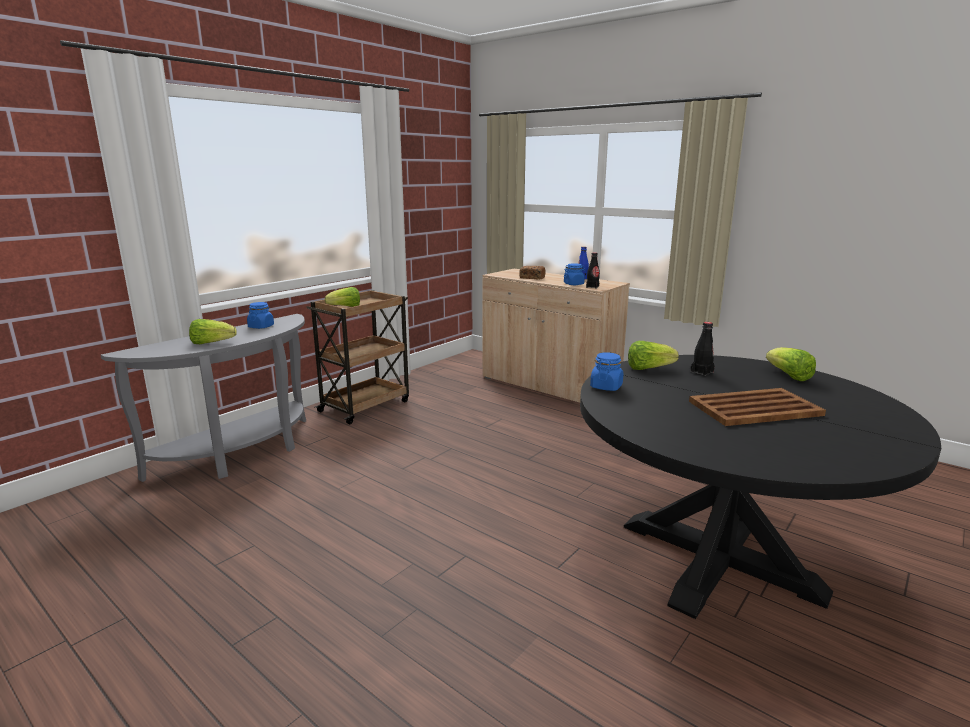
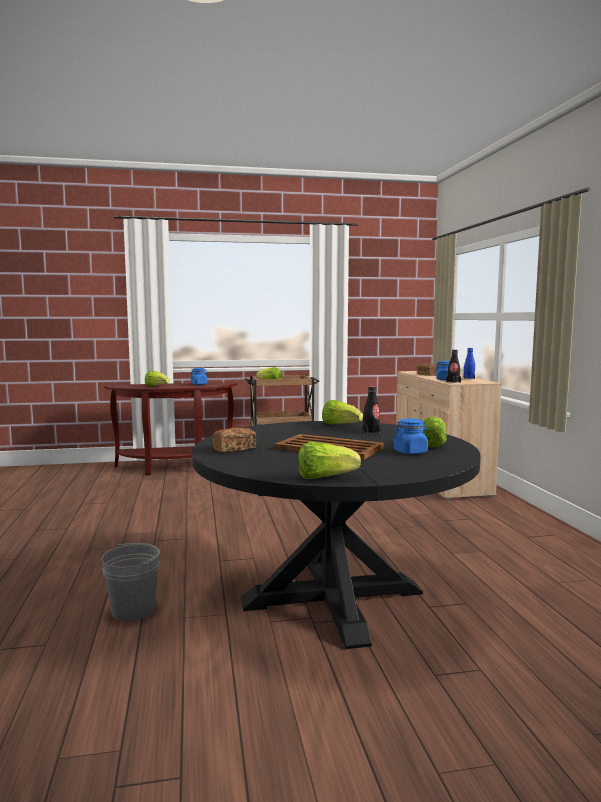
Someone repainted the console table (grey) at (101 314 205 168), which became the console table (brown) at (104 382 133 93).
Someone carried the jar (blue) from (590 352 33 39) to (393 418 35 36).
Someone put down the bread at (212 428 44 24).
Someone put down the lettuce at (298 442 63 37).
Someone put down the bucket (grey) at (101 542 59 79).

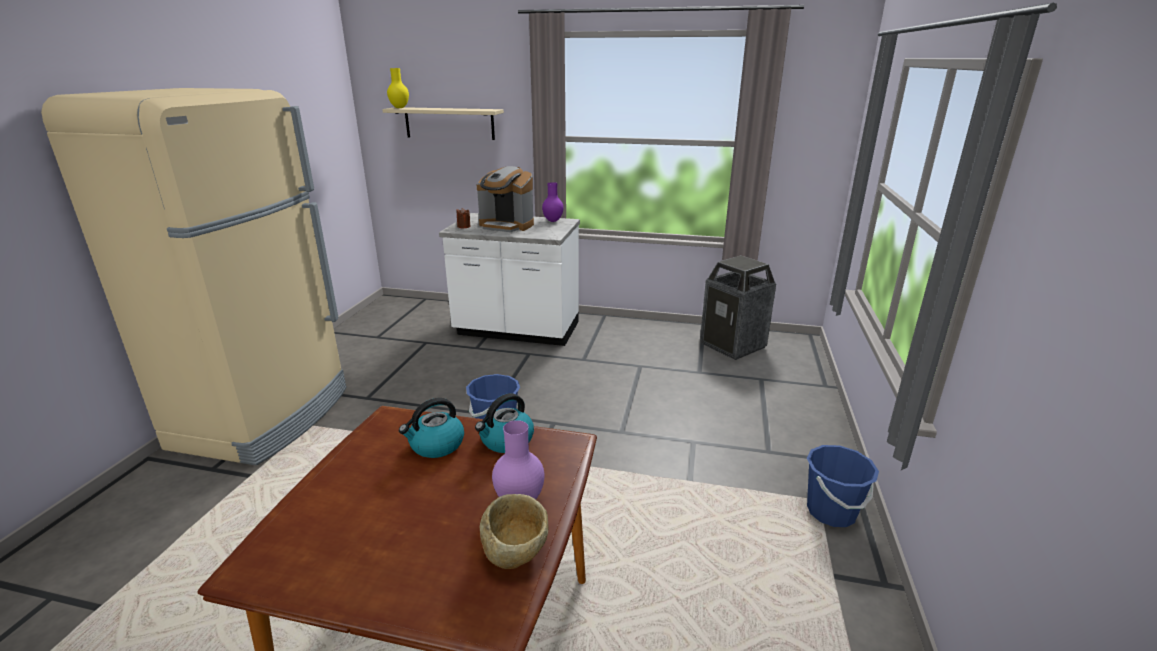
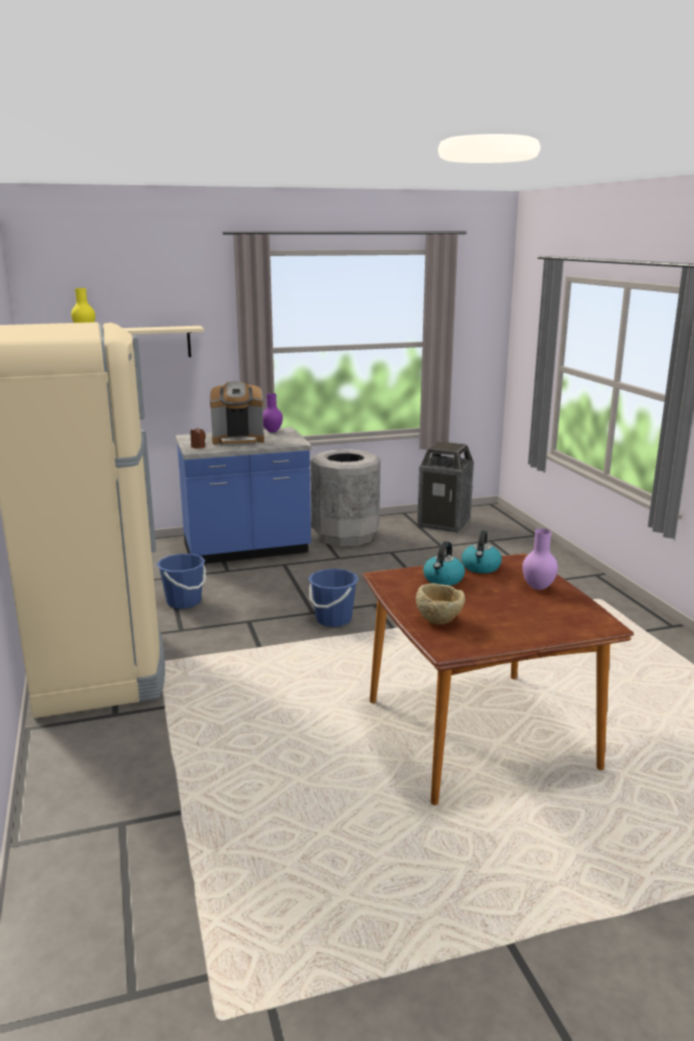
Someone repainted the counter (white) at (439 213 141 133), which became the counter (blue) at (175 427 137 137).
Someone carried the bucket (blue) from (807 445 72 82) to (156 554 50 55).
Someone carried the bowl (beige) from (480 494 68 75) to (416 583 49 42).
Someone put down the trash can (grey) at (311 449 69 98).

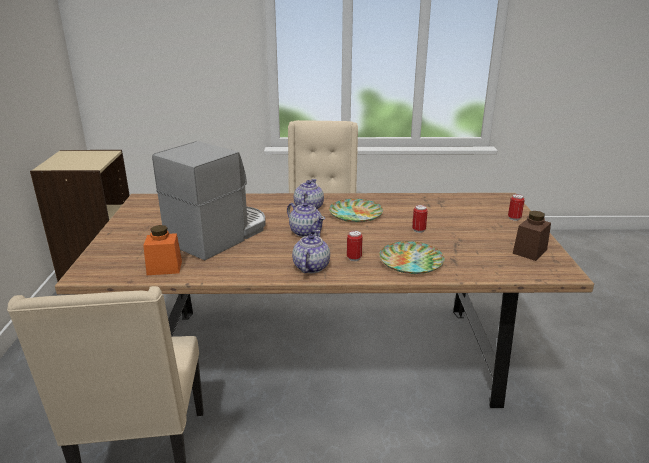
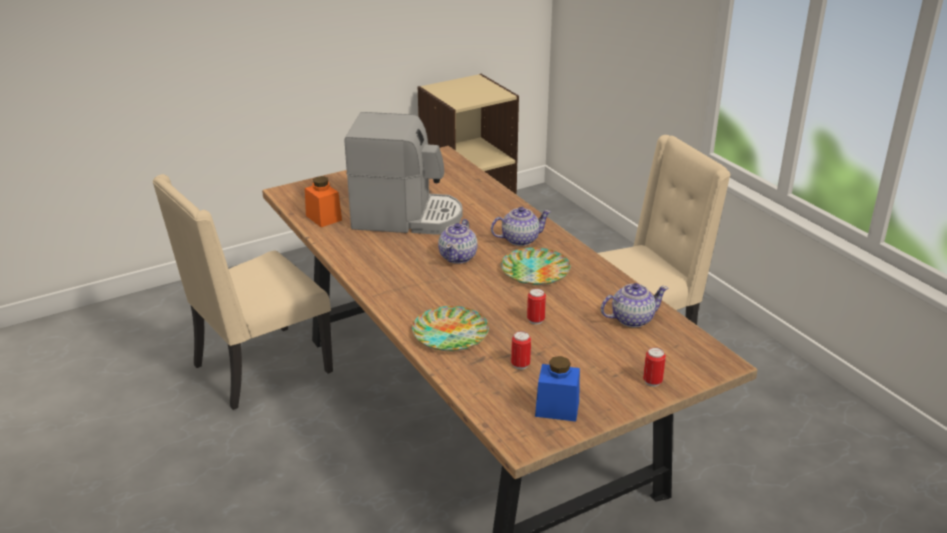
Someone repainted the jar (brown) at (513 211 38 50), which became the jar (blue) at (535 356 45 66).
Someone carried the teapot from (292 230 38 43) to (601 283 67 45).
Someone carried the can from (347 230 16 31) to (511 331 20 39).

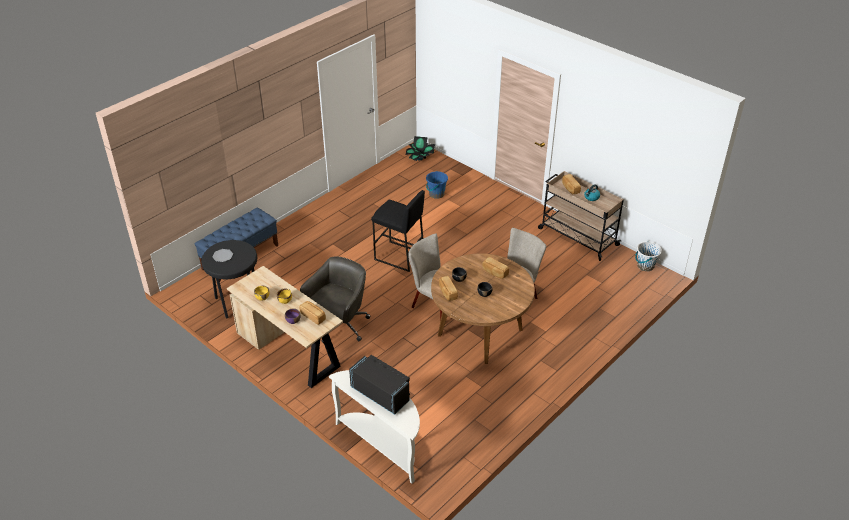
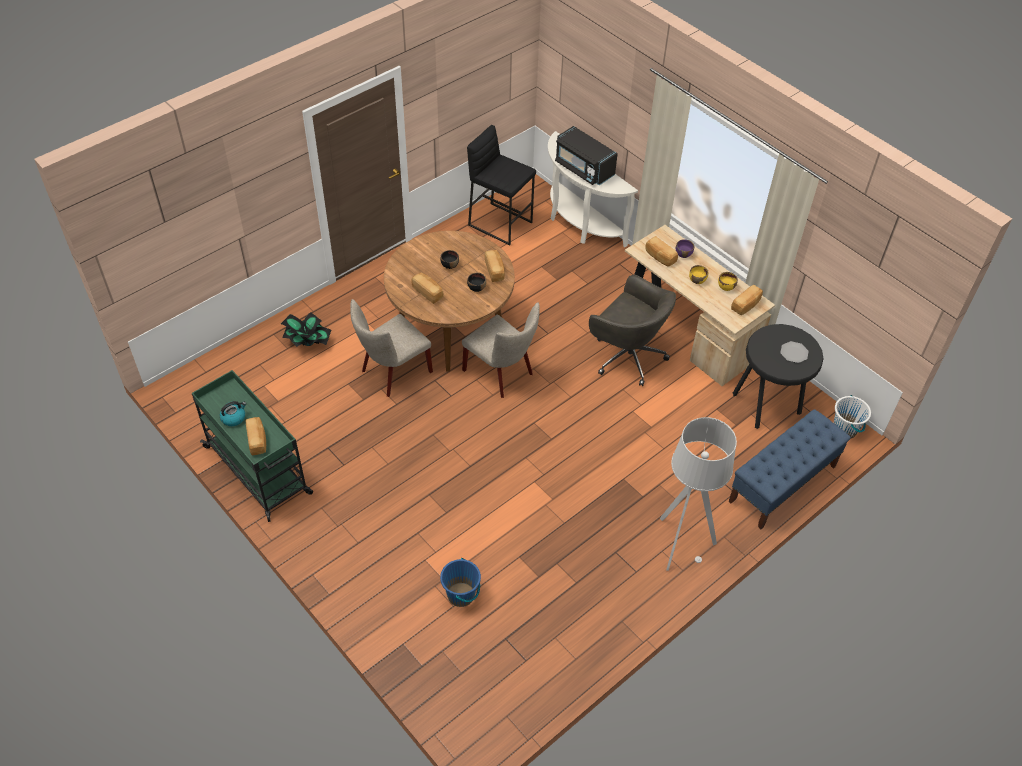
Someone carried the potted plant from (405 136 30 25) to (281 312 50 35).
Someone repainted the cart (beige) at (538 171 86 90), which became the cart (green) at (192 370 121 152).
Someone carried the stool (black) from (371 190 54 82) to (467 125 69 120).
Someone carried the bucket (white) from (635 241 27 30) to (834 395 37 43).
Someone rotated the office chair (grey) at (300 257 70 87) by 90 degrees counterclockwise.
Someone put down the bread at (731 285 32 30).
Someone put down the floor lamp (grey) at (660 417 77 154).

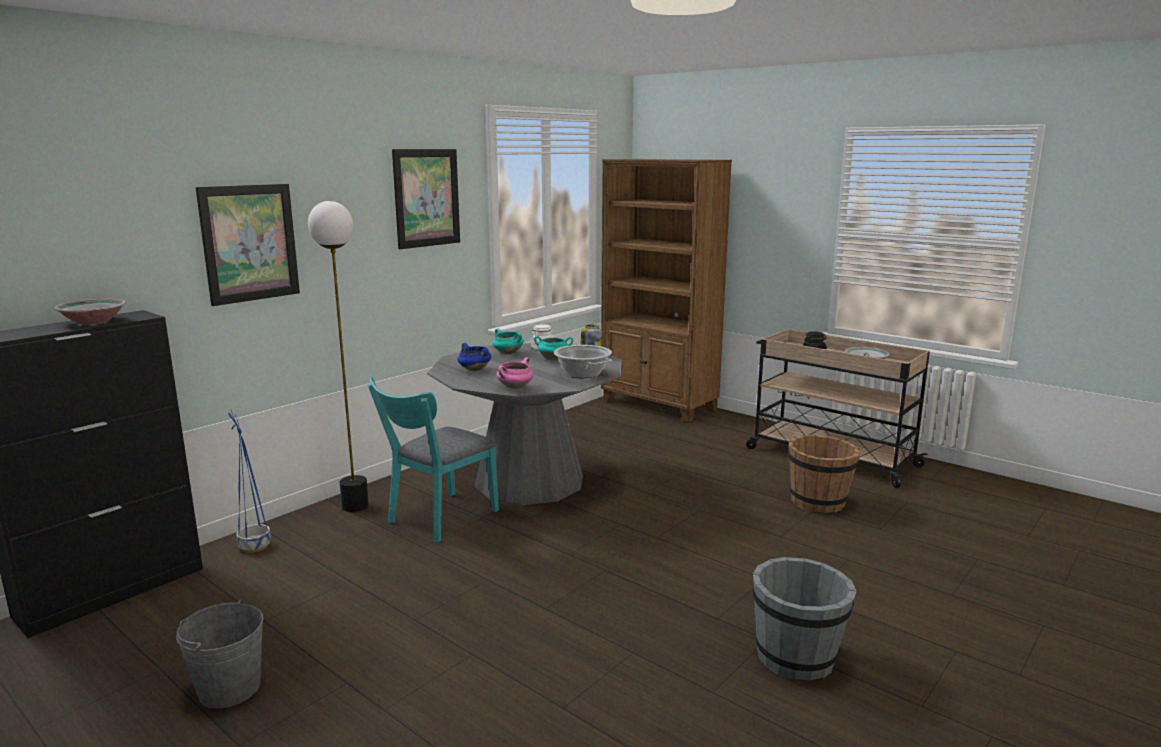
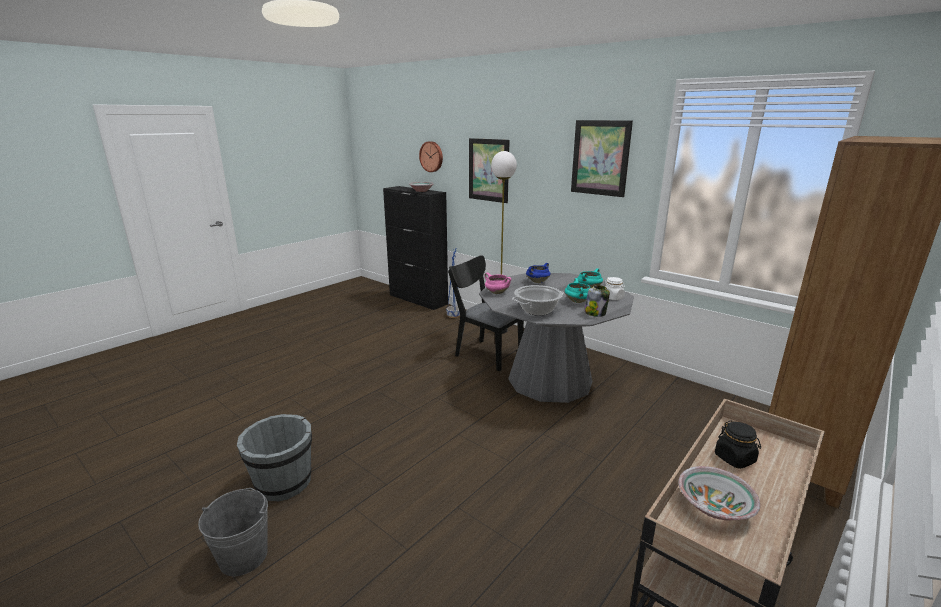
Someone repainted the chair (turquoise) at (368 376 131 167), which became the chair (black) at (448 255 76 116).
Someone took away the bucket (brown) at (788 435 72 78).
Someone carried the bucket (grey) from (176 600 87 109) to (198 488 70 88).
Someone put up the wall clock at (419 141 24 31).

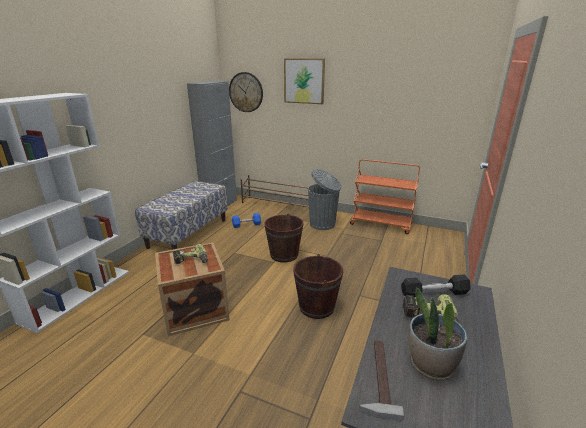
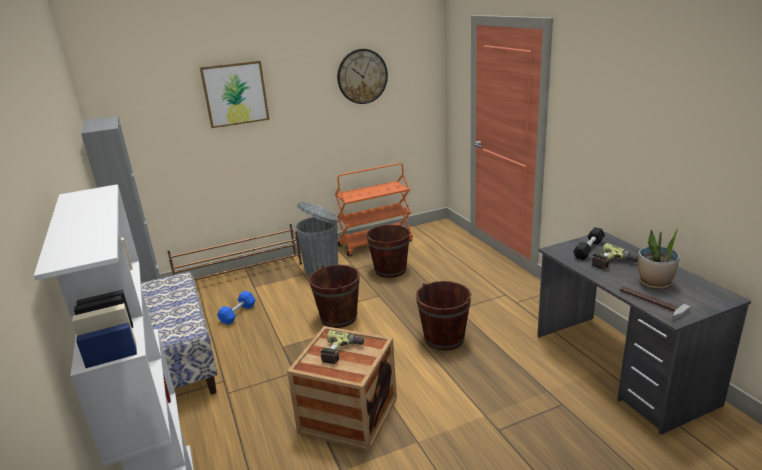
Someone carried the wall clock from (229 72 34 40) to (337 49 51 55).
Someone put down the bucket (brown) at (366 224 44 54).

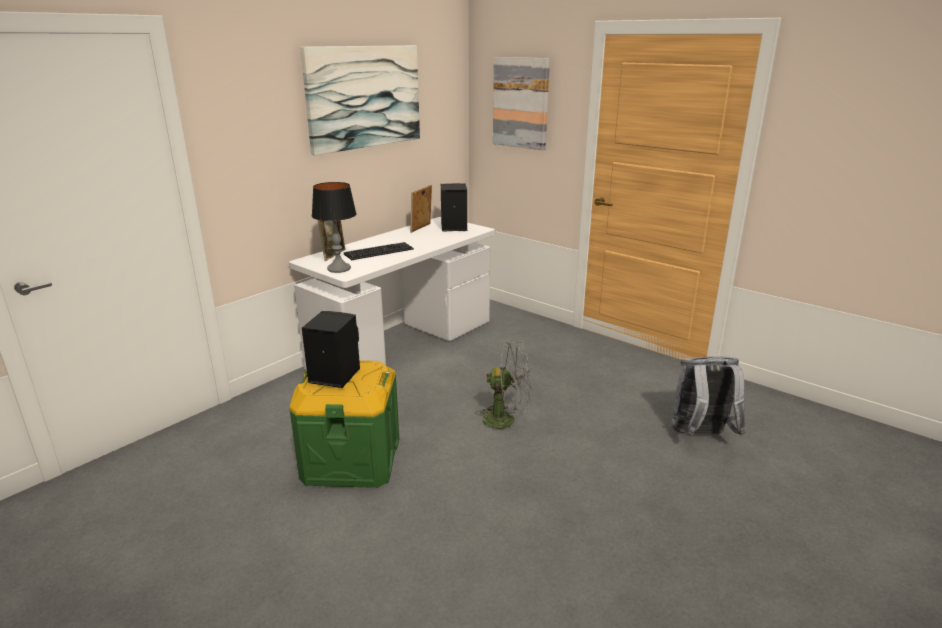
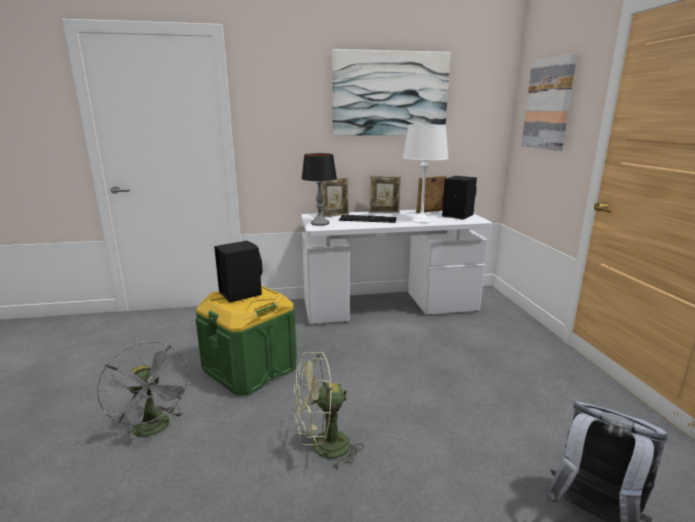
Someone carried the fan (grey) from (475 342 56 96) to (97 341 94 106).
Someone put down the table lamp (white) at (402 124 47 99).
Someone put down the picture frame at (369 176 32 37).
Someone put down the fan (green) at (293 352 70 118).

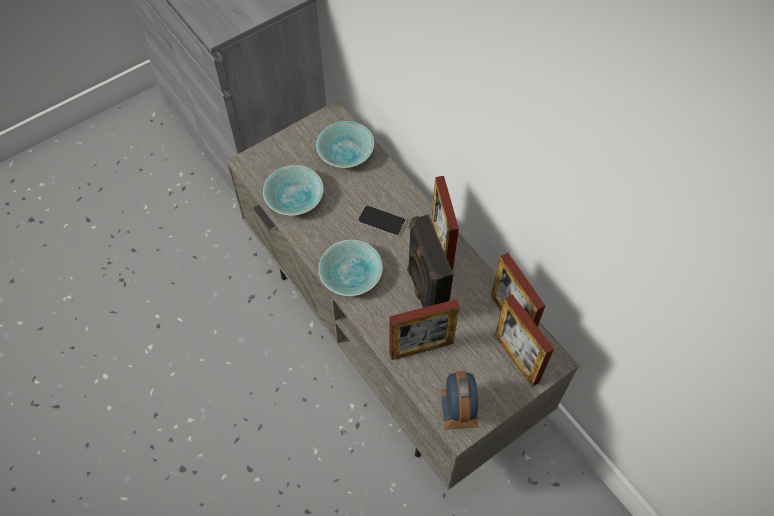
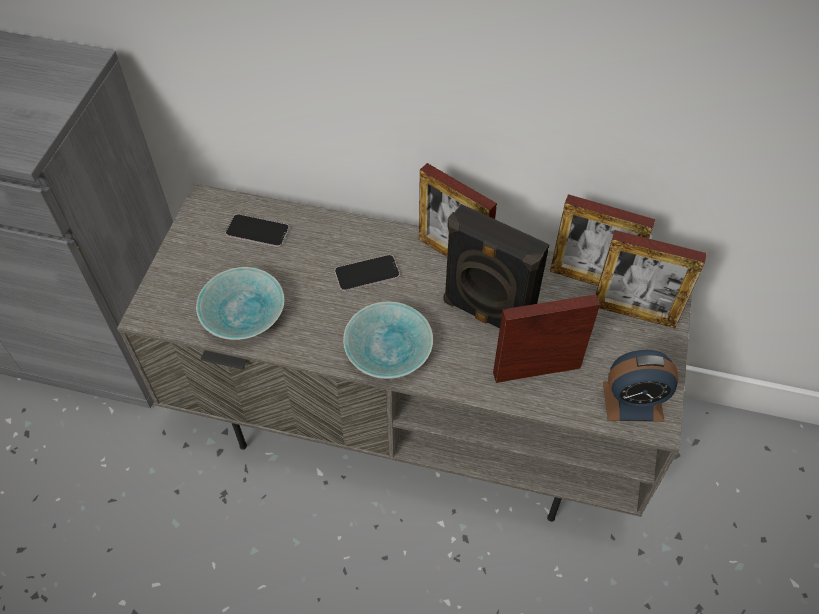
Someone swapped the bowl (turquoise) at (316 121 58 47) for the phone at (226 214 63 33).
Someone rotated the picture frame at (389 299 70 61) by 135 degrees counterclockwise.
Someone rotated the alarm clock at (441 371 37 59) by 135 degrees clockwise.

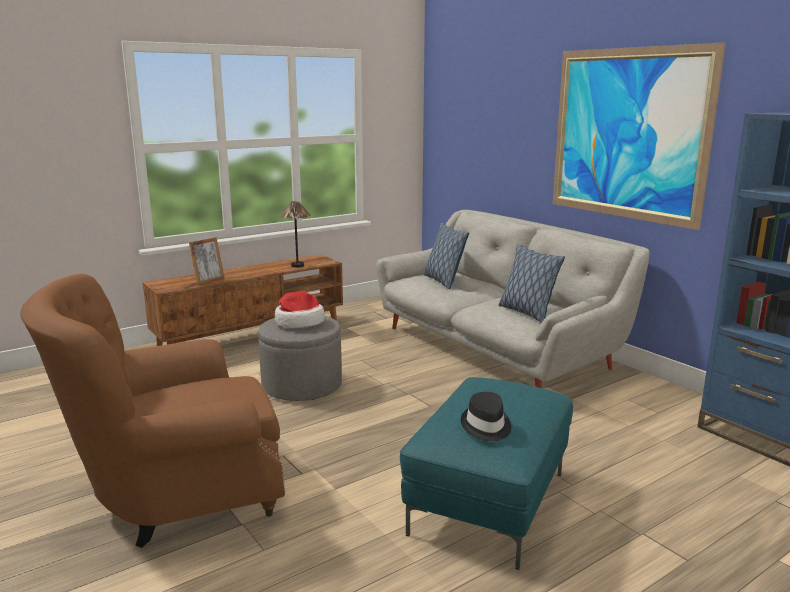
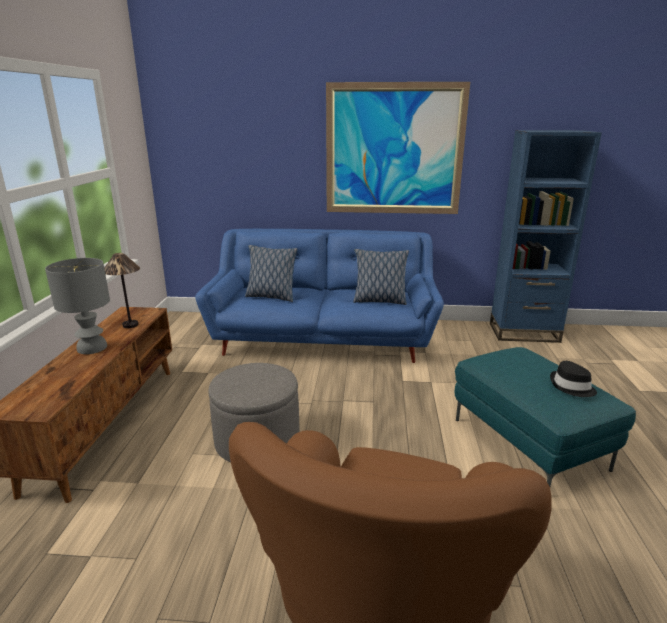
Someone repainted the sofa (grey) at (376 210 274 178), which became the sofa (blue) at (195 229 249 134).
Someone took away the picture frame at (189 237 36 48).
Someone took away the hat at (275 291 49 37).
Someone put down the table lamp (grey) at (45 258 65 96).

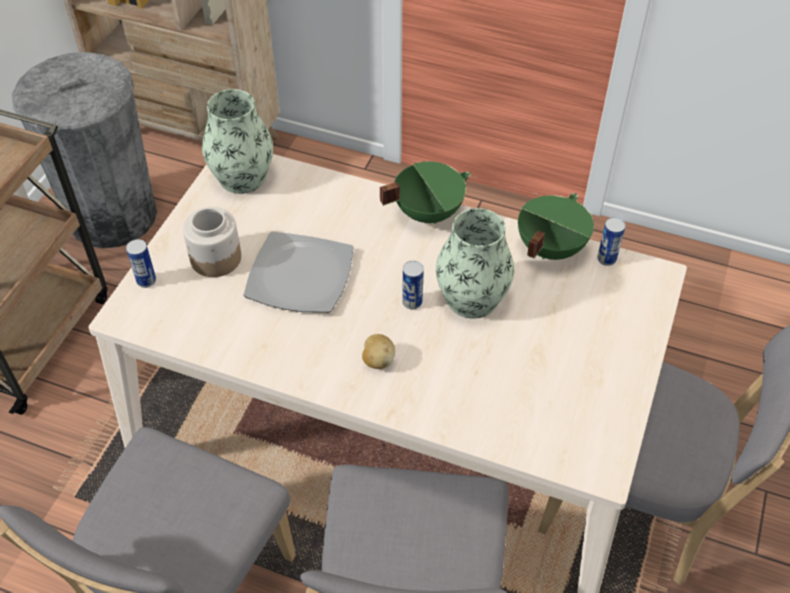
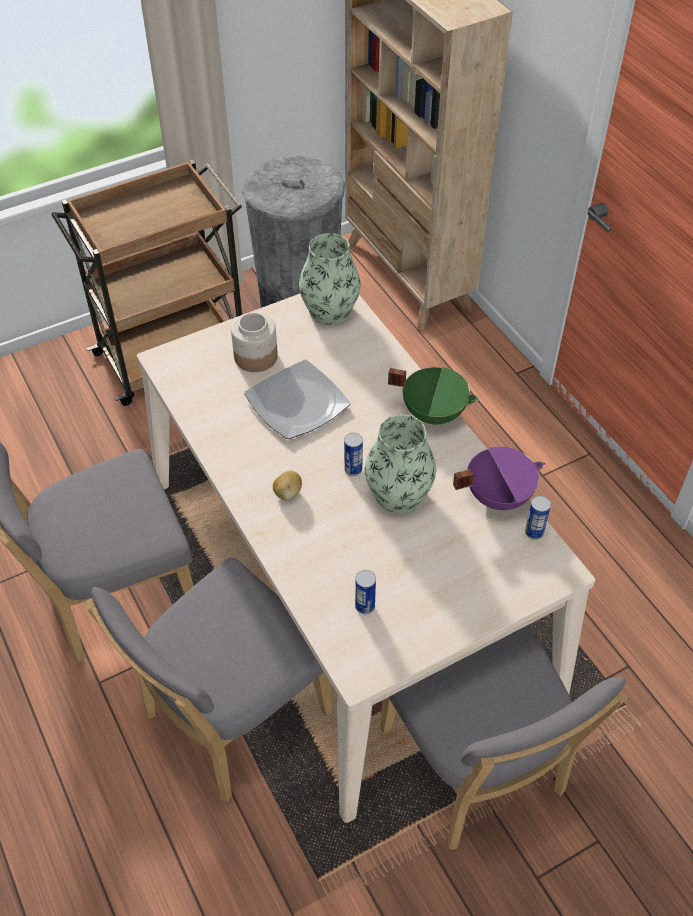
Someone repainted the cooking pot (green) at (518 193 76 67), which became the cooking pot (purple) at (453 446 92 64).
Someone carried the can from (126 239 30 49) to (355 570 21 44).

